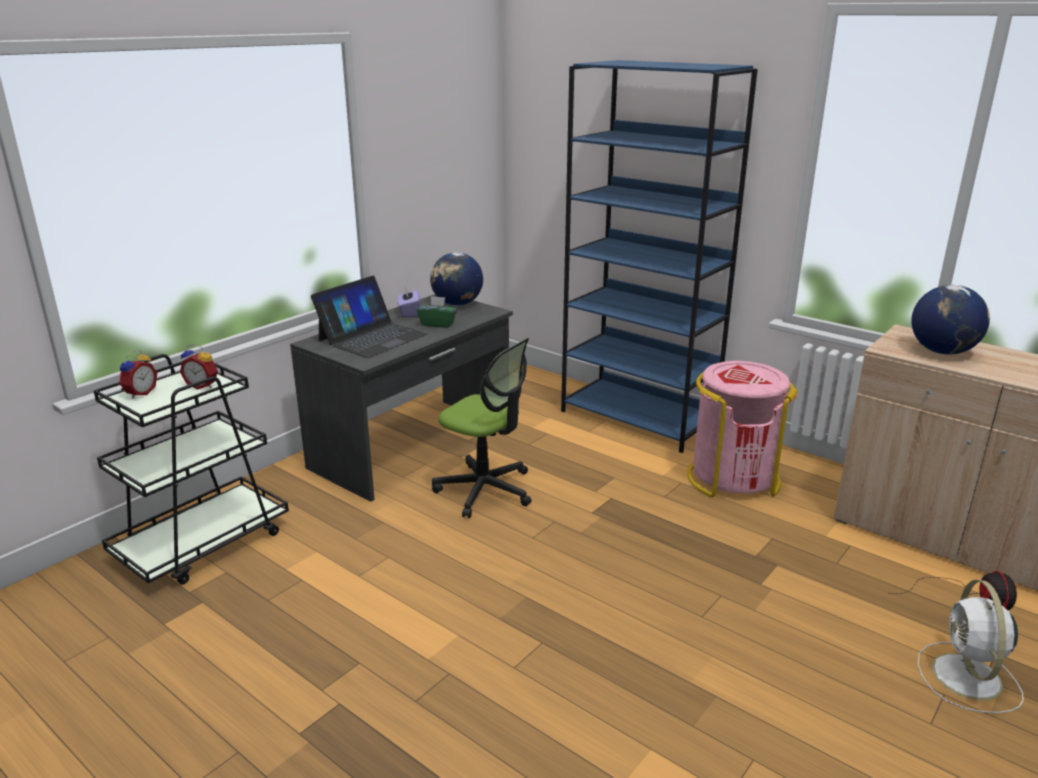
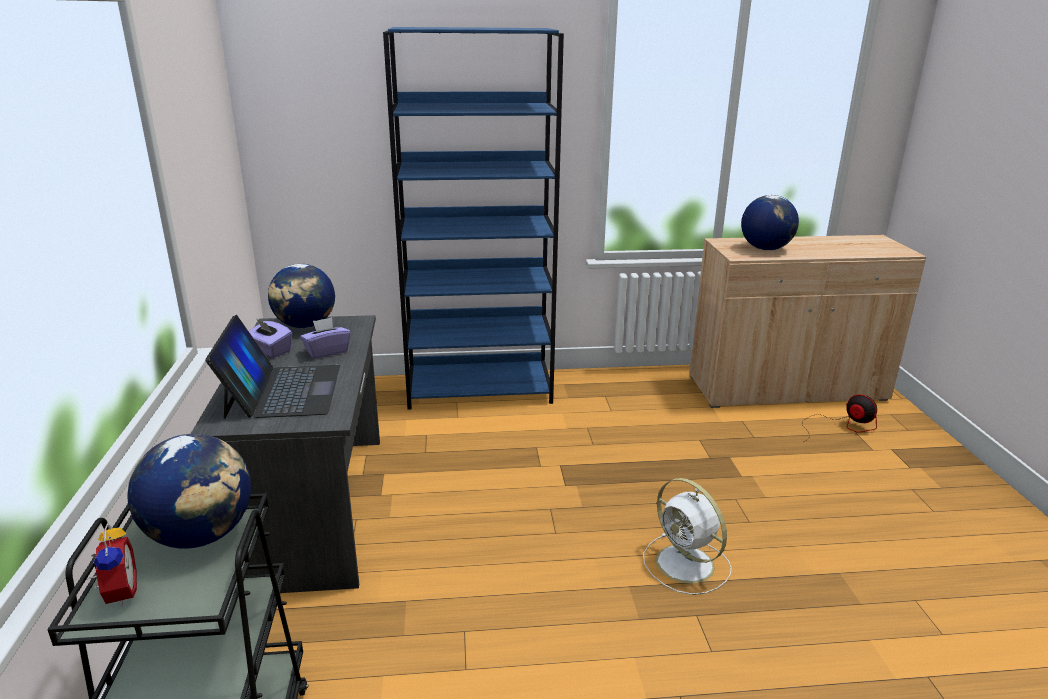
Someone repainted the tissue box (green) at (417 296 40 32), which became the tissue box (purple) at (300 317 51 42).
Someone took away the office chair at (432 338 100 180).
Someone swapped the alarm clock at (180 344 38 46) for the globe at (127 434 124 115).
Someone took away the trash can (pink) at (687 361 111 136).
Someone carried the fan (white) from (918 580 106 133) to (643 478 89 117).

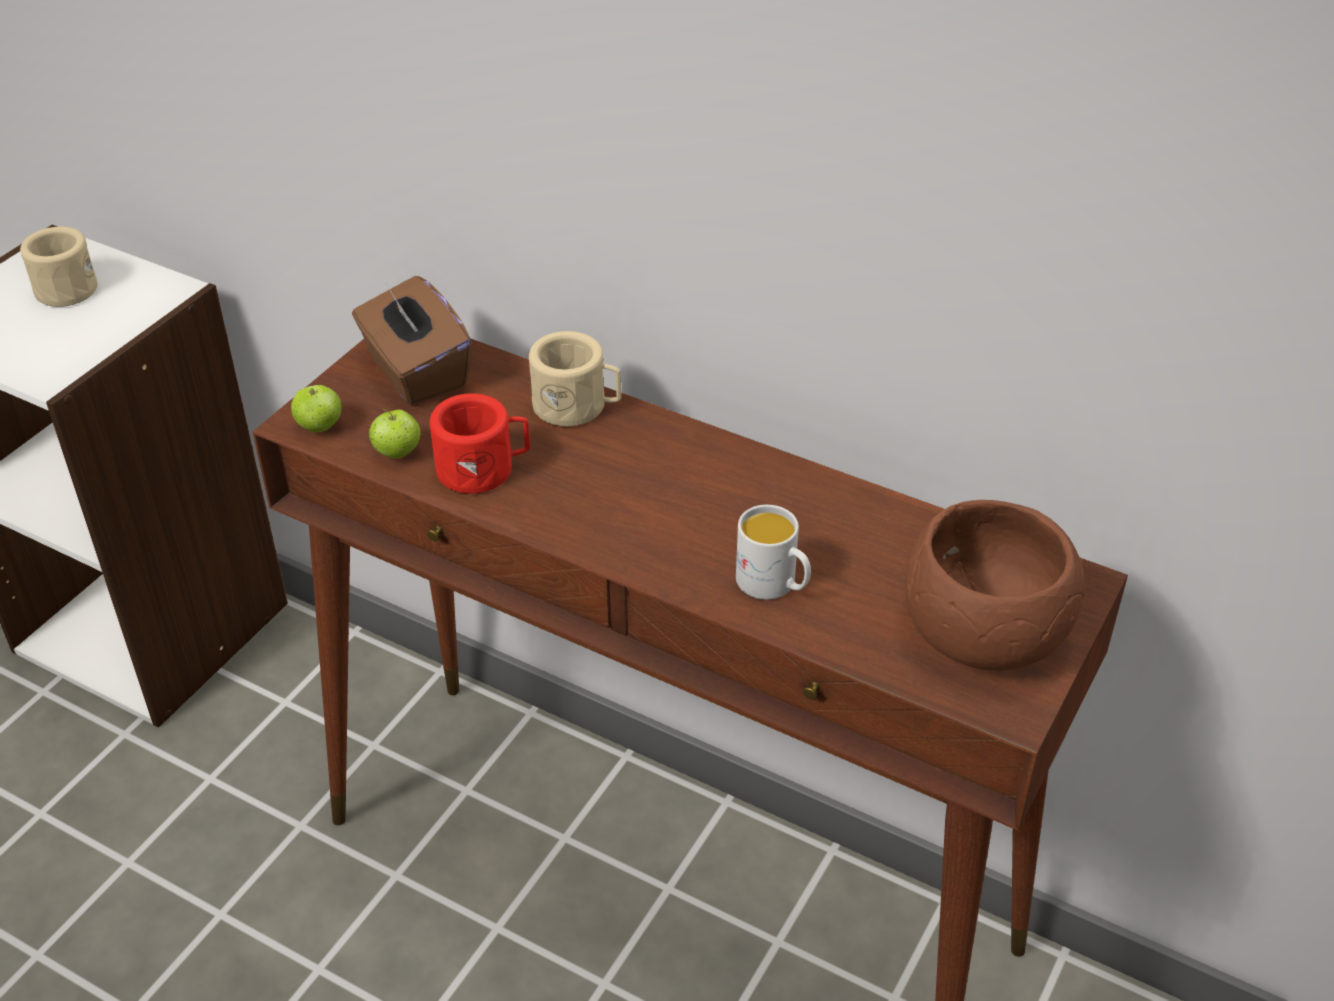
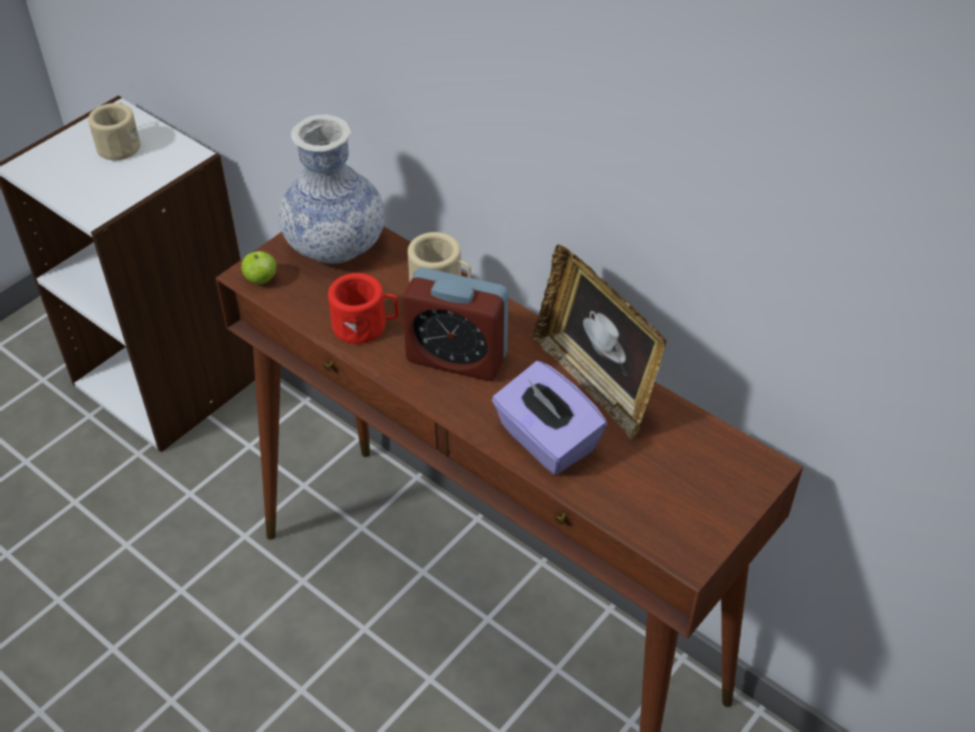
Someone swapped the tissue box (brown) at (352 276 120 129) for the vase at (278 115 106 149).
Someone took away the apple at (369 409 52 50).
Someone took away the bowl (brown) at (904 500 181 171).
Someone swapped the mug (white) at (736 505 75 95) for the tissue box (purple) at (492 361 115 114).
Someone put down the picture frame at (533 245 134 195).
Someone put down the alarm clock at (402 268 106 113).

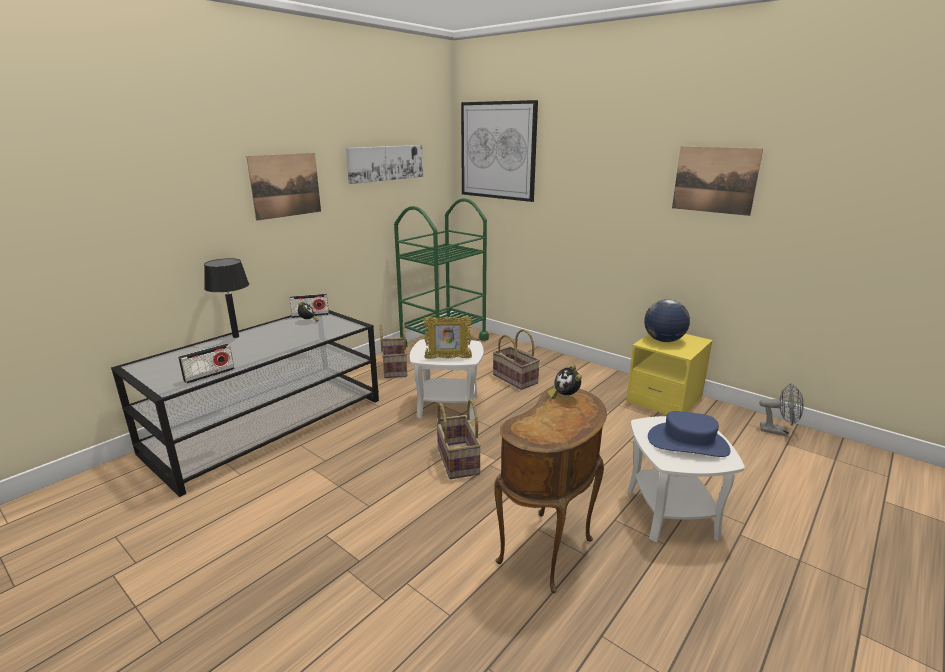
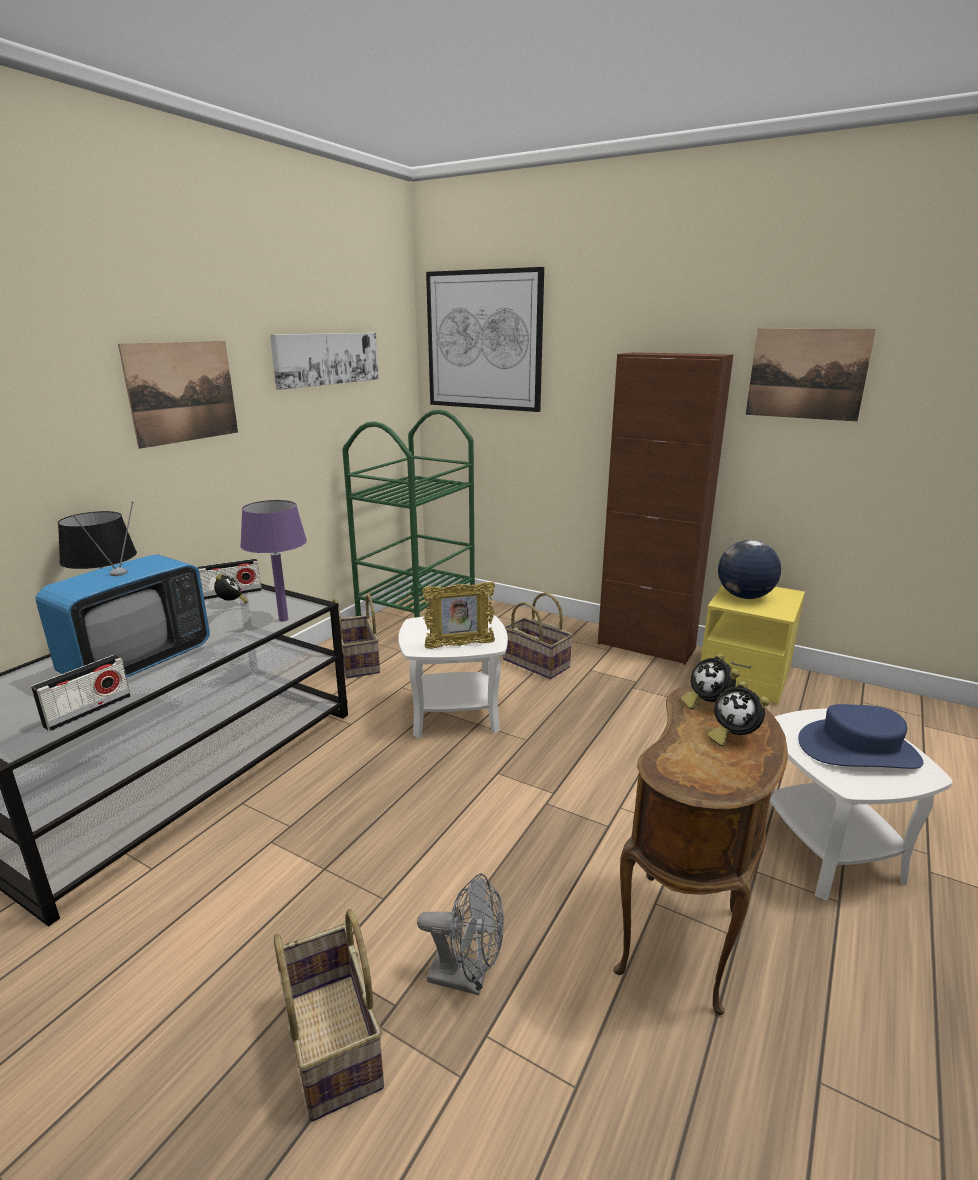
Someone carried the fan (grey) from (759 383 45 53) to (417 873 87 122).
Someone carried the basket from (436 399 45 80) to (274 909 110 213).
Someone put down the cabinet (brown) at (598 352 135 313).
Someone put down the table lamp (purple) at (240 500 67 121).
Someone put down the television at (35 502 175 175).
Someone put down the alarm clock at (708 681 61 65).

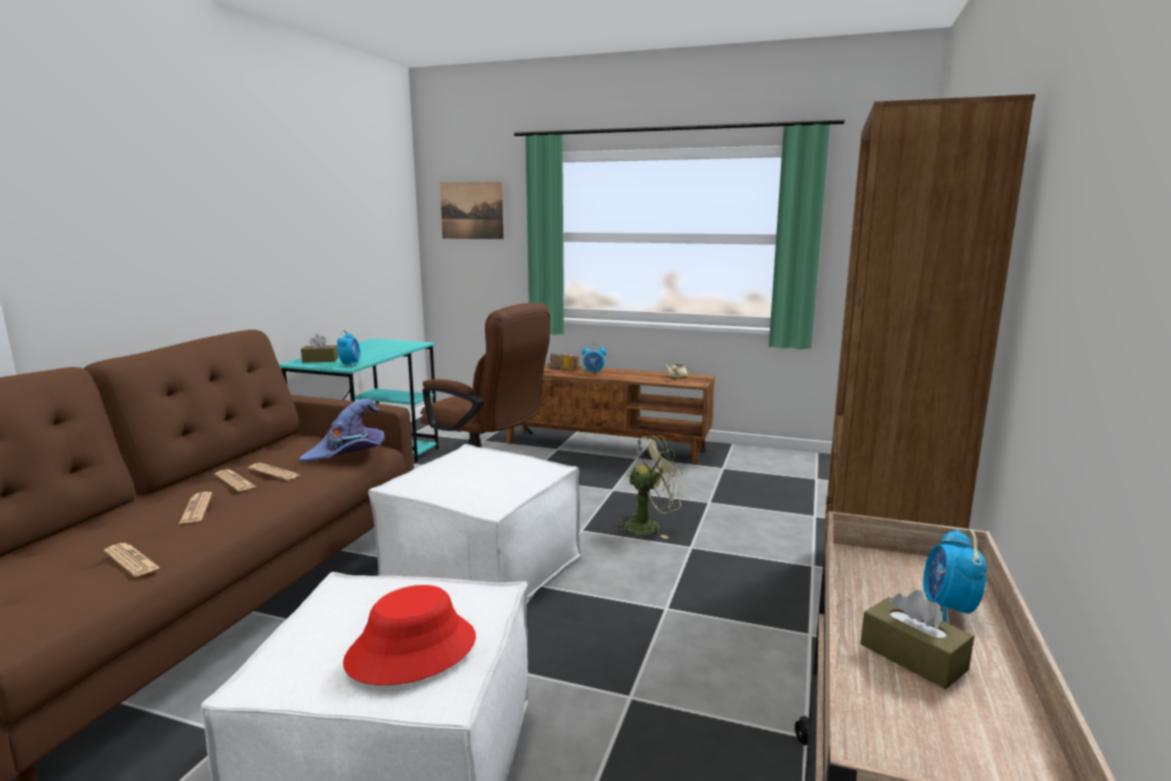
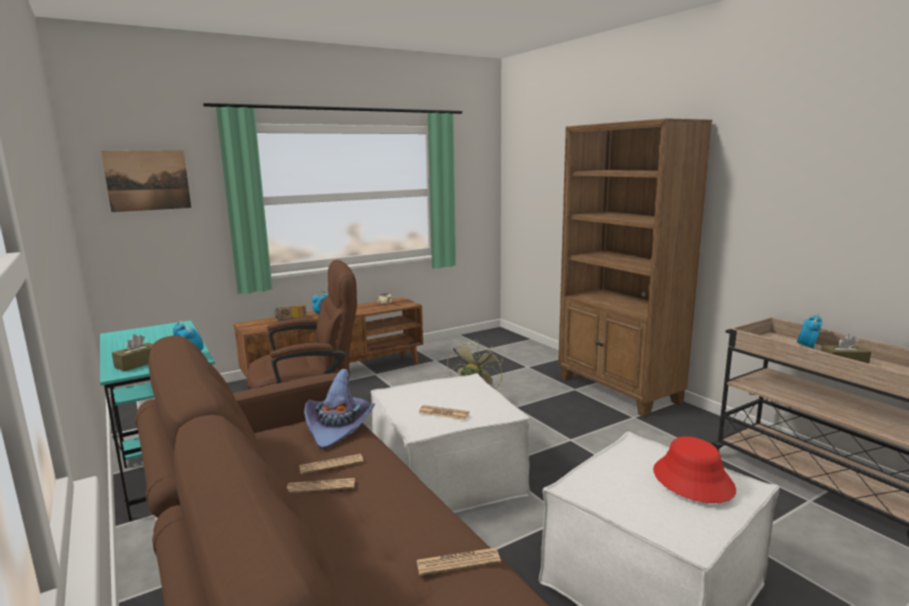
Someone carried the newspaper from (179 492 33 32) to (419 405 51 15).
Someone rotated the alarm clock at (923 529 64 93) by 75 degrees clockwise.

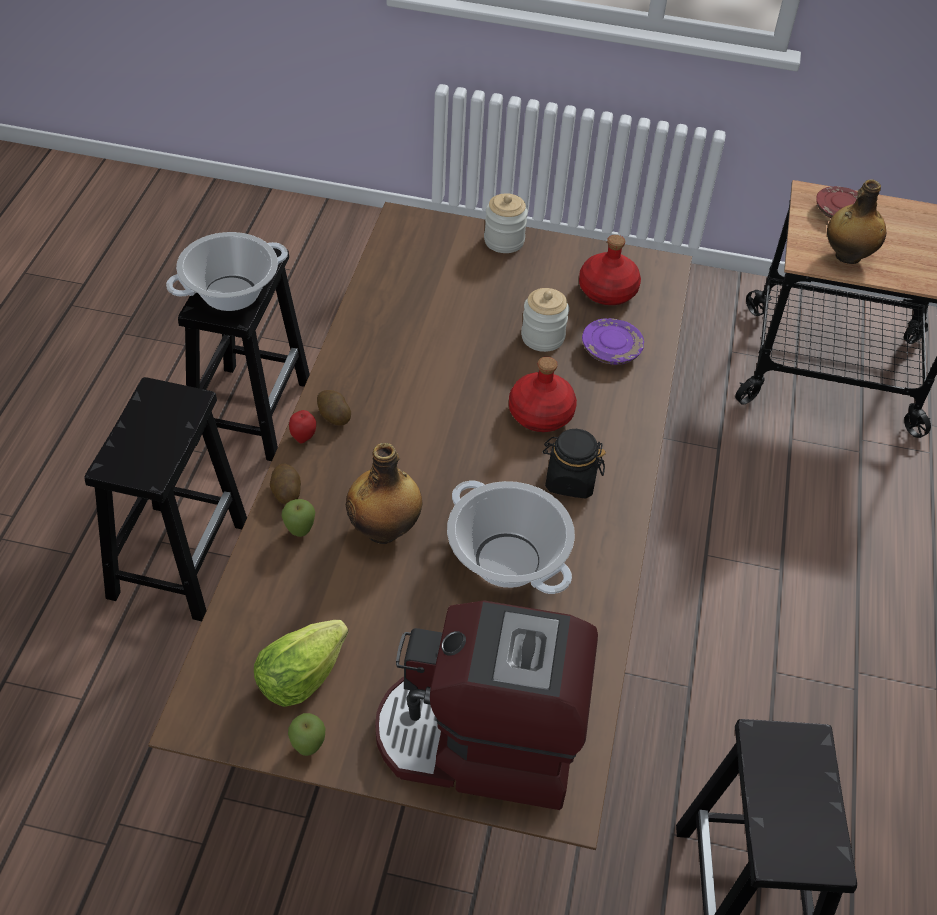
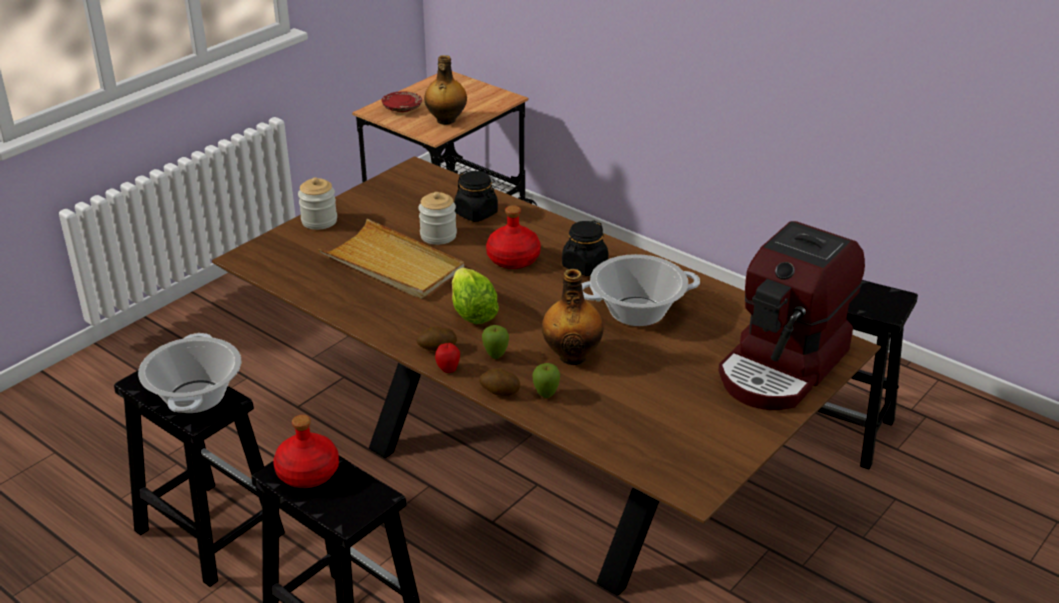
Someone carried the bottle (red) from (579 235 62 70) to (273 415 66 73).
Someone swapped the plate (purple) at (582 318 62 47) for the jar (black) at (454 171 44 51).
Someone carried the lettuce from (254 620 94 87) to (452 268 47 56).
Someone carried the apple from (288 713 37 43) to (482 325 27 34).
Someone put down the tray (beige) at (318 219 146 80).

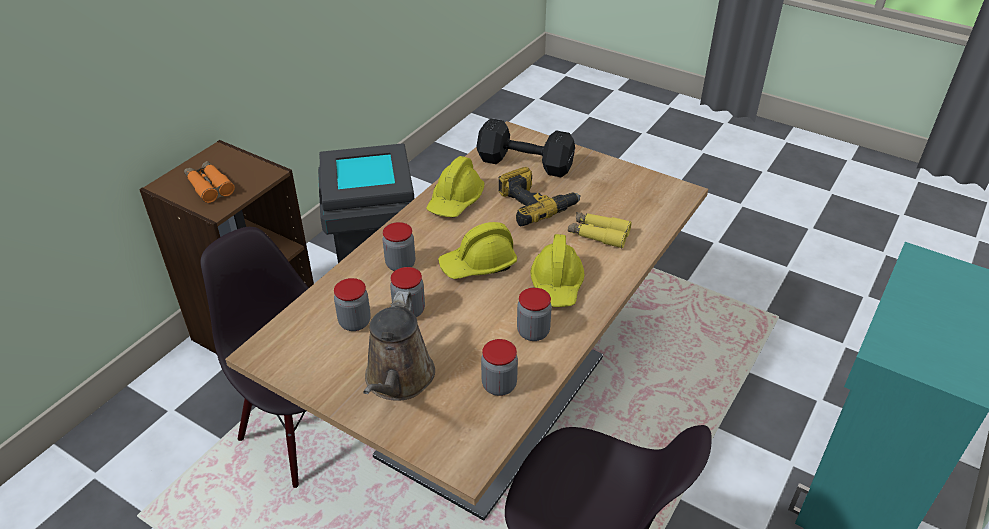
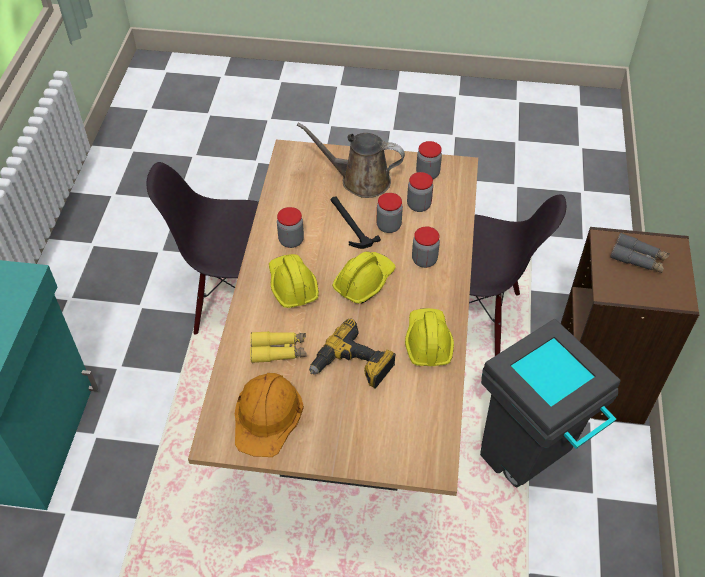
Someone took away the dumbbell (black) at (476 118 99 59).
Someone repainted the binoculars (orange) at (184 161 51 42), which became the binoculars (grey) at (610 233 60 40).
Someone rotated the watering can (brown) at (363 291 72 110) by 60 degrees counterclockwise.
Someone carried the jar from (481 339 37 57) to (416 141 26 38).
Someone put down the hammer at (330 197 51 52).
Someone put down the hard hat (orange) at (235 373 69 84).

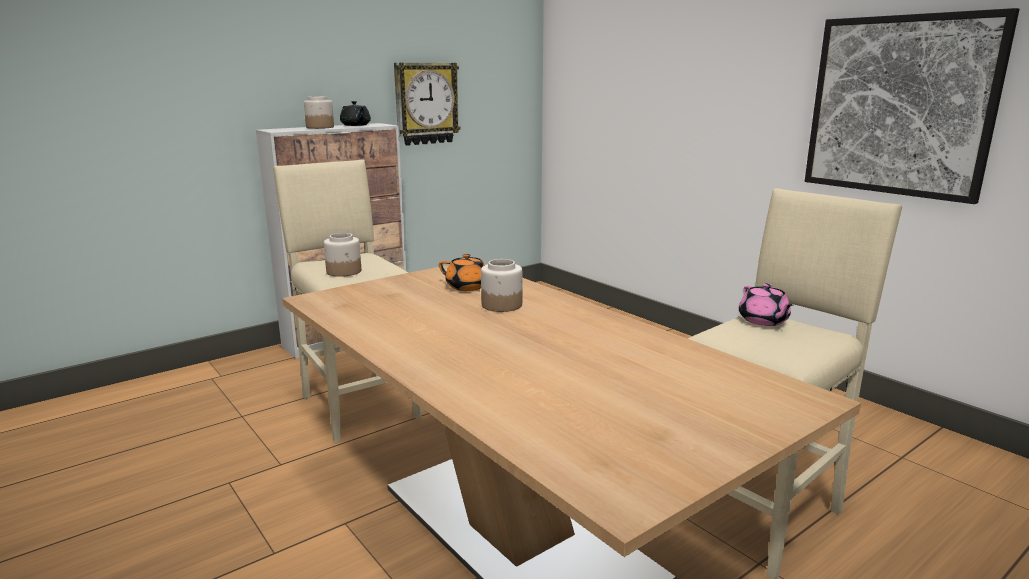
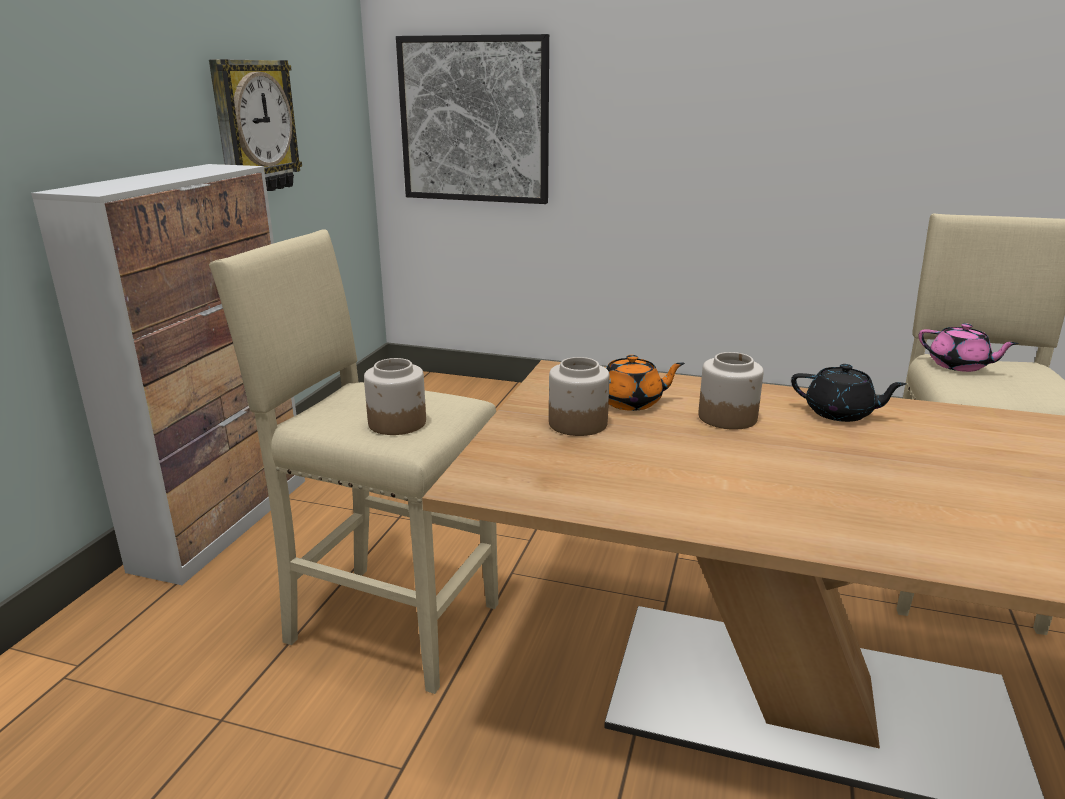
Someone carried the picture from (804 8 216 196) to (396 34 153 170).
Someone carried the jar from (304 96 30 33) to (549 357 61 79).
Someone carried the teapot (black) from (340 101 31 25) to (791 364 116 58).

